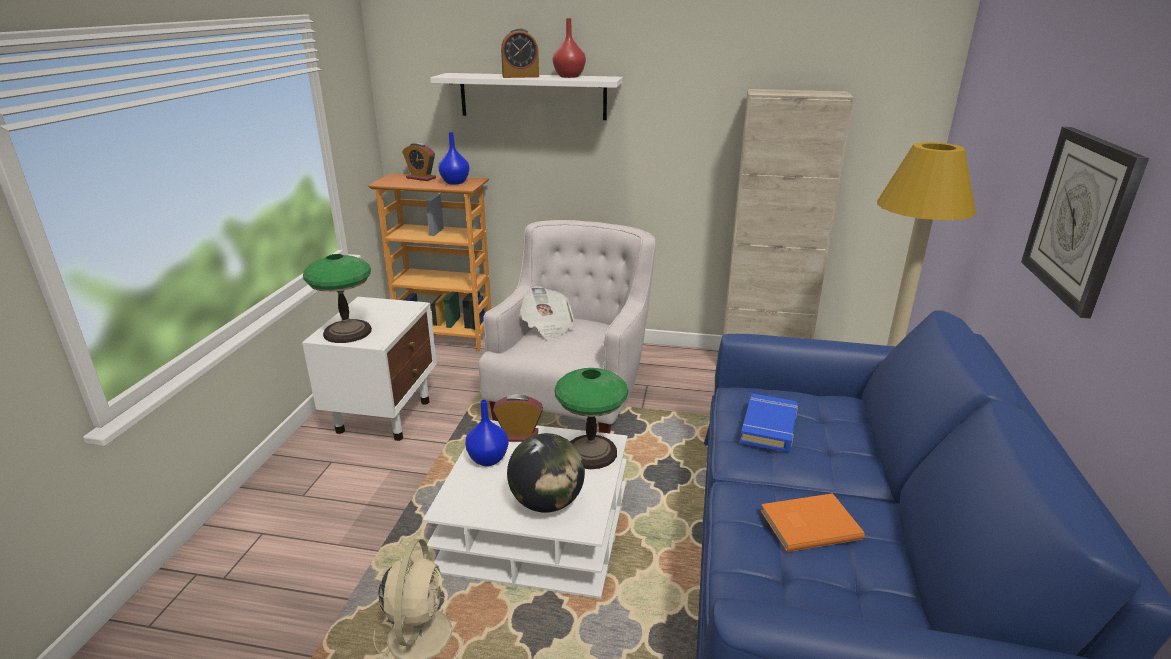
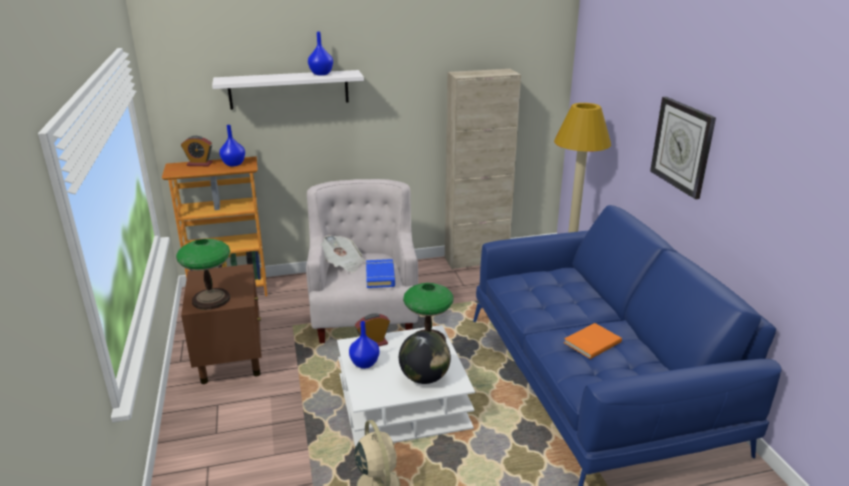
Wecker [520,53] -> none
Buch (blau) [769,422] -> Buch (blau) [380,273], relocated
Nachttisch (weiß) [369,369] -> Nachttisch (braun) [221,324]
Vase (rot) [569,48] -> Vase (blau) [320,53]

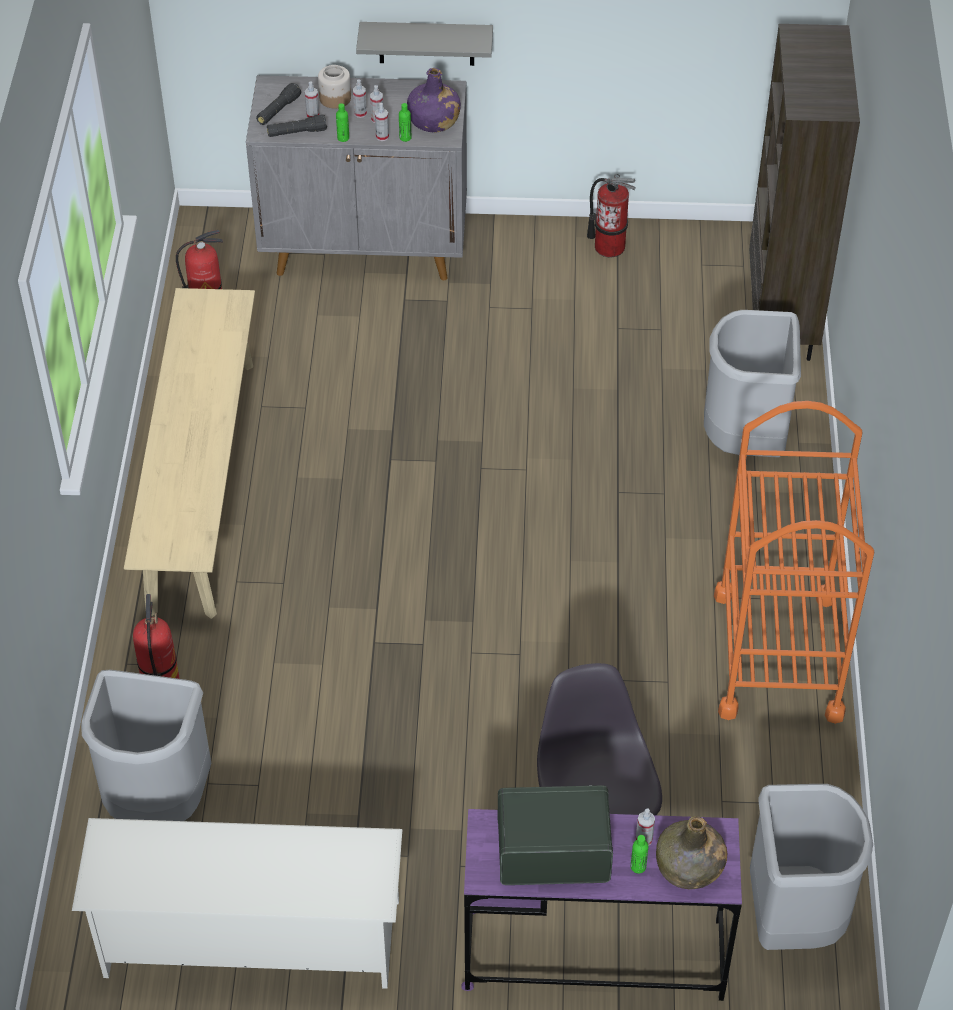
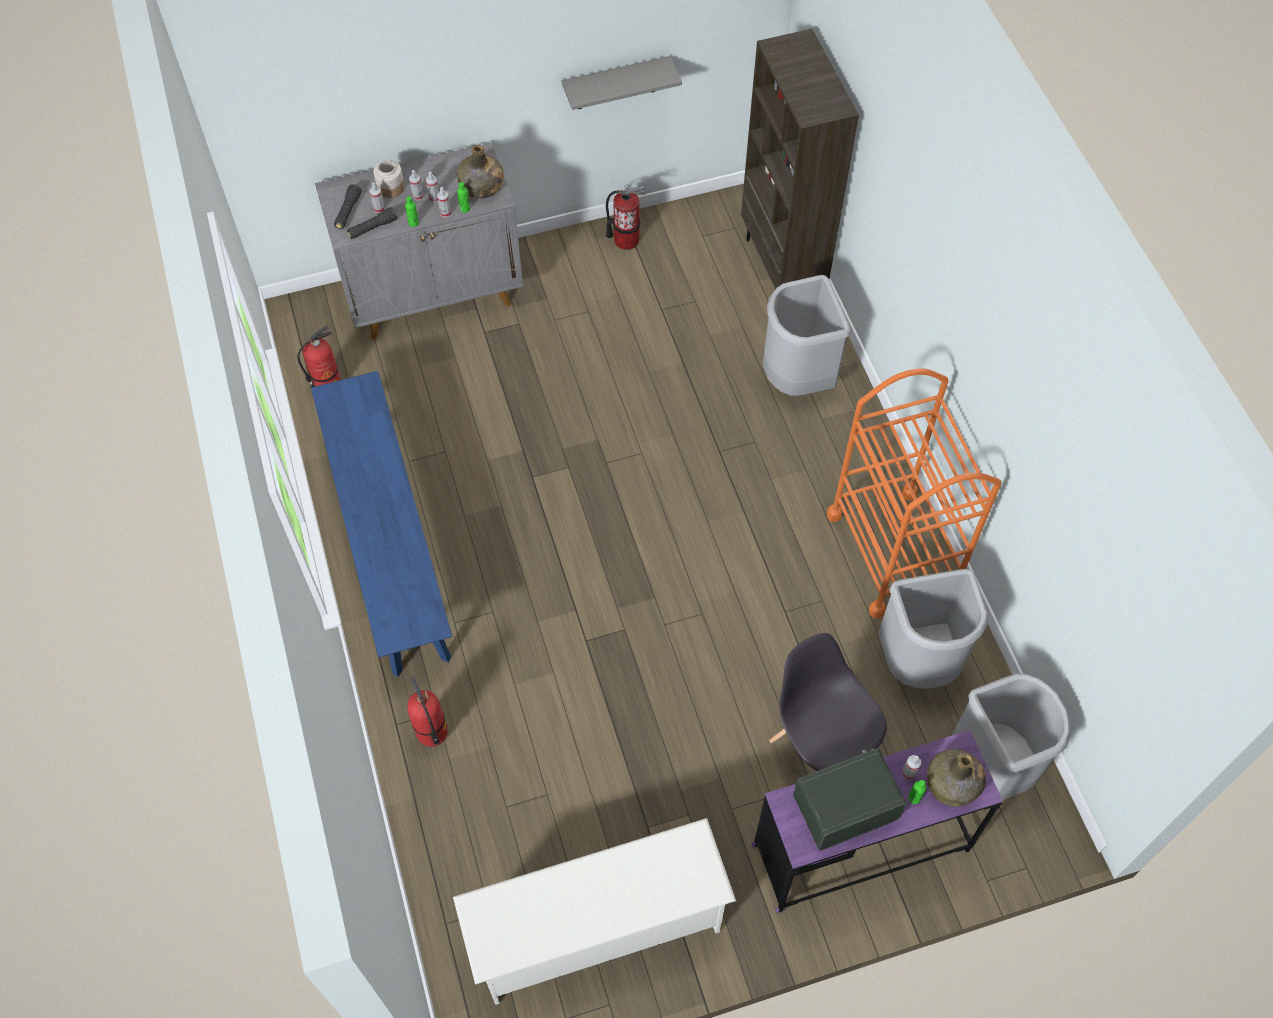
Mülleimer (grau) [146,745] -> Mülleimer (grau) [933,629], relocated
Wandregal (grau) [424,44] -> Wandregal (grau) [622,83], relocated
Bank (beige) [189,453] -> Bank (blau) [381,524]
Flasche (lila) [434,100] -> Flasche (grün) [480,172]

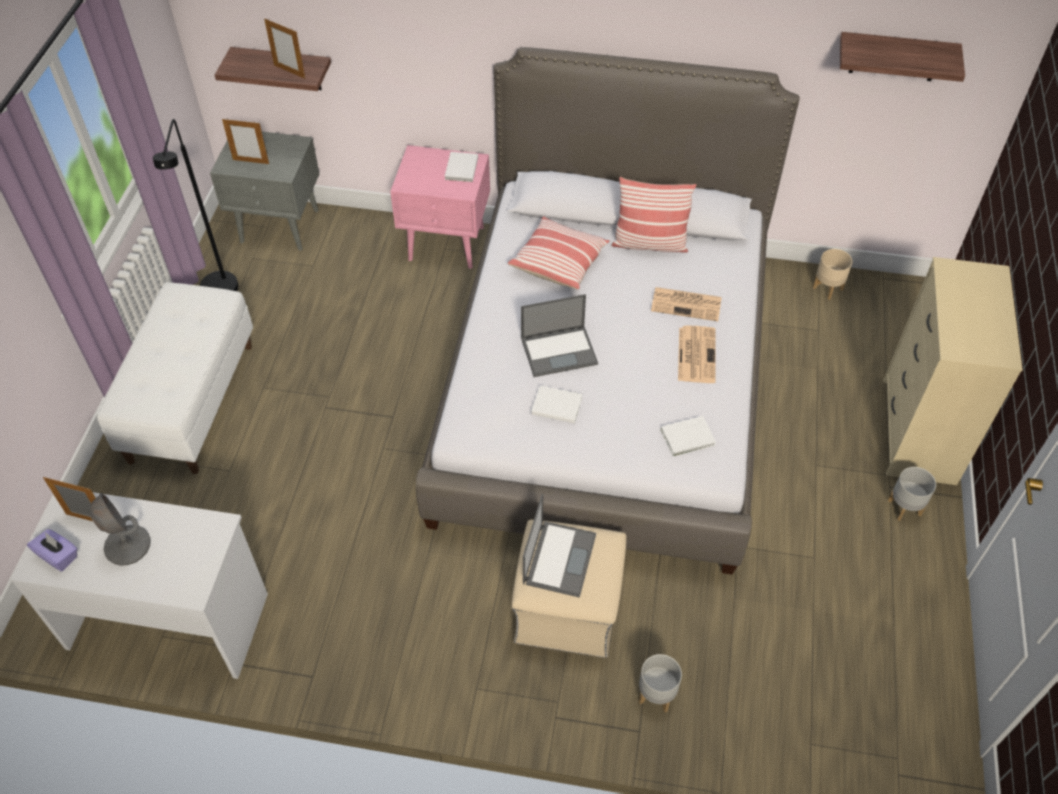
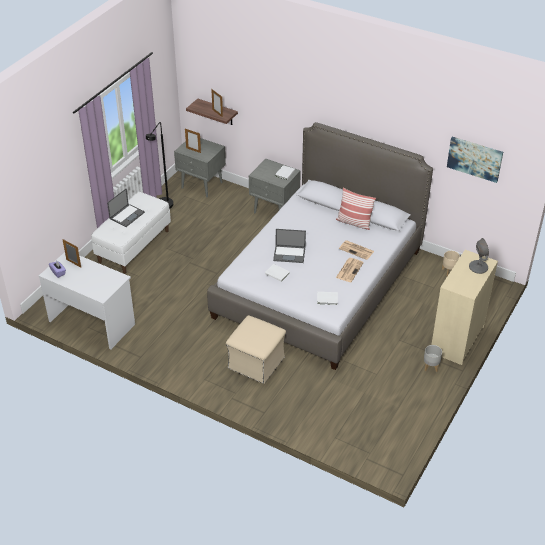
Kissen [559,252] -> none
Pflanzkübel (grau) [660,683] -> none
Tischlampe (grau) [120,529] -> Tischlampe (grau) [479,256], relocated
Laptop [559,546] -> Laptop [126,207], relocated
Wandregal [902,57] -> Bild [475,160]
Nachttisch (rosa) [440,207] -> Nachttisch (grau) [275,186]

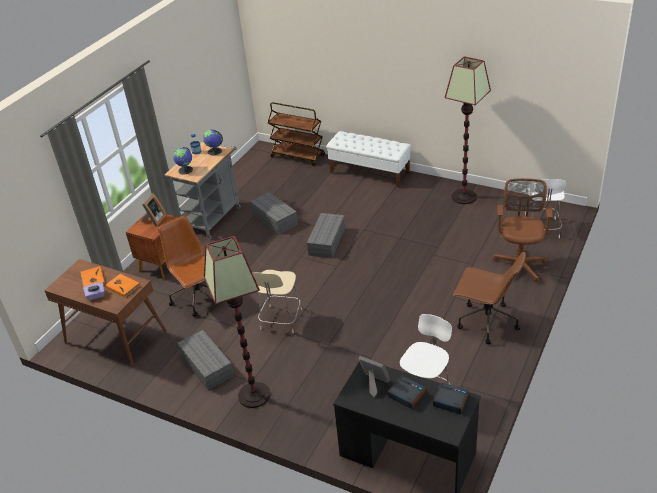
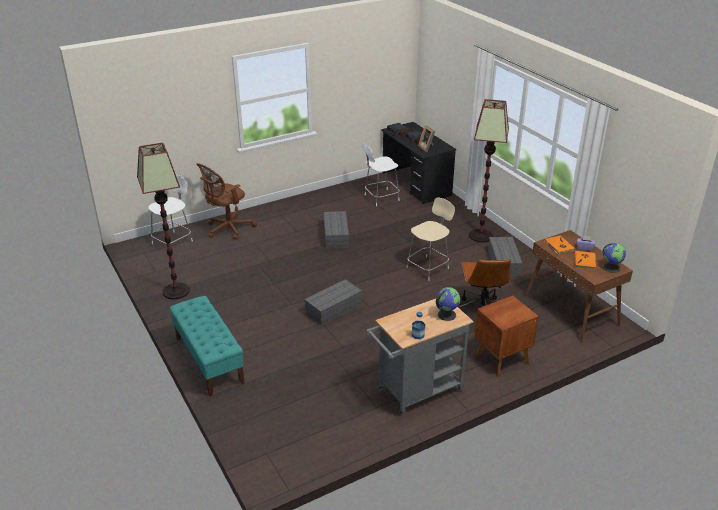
Bilderrahmen [153,209] -> none
Rollwagen (braun) [296,134] -> none
Bürostuhl (braun) [489,297] -> none
Globus [213,142] -> Globus [614,258], relocated
Aufbewahrungsbox (grau) [274,213] -> Aufbewahrungsbox (grau) [336,230], relocated
Bank (weiß) [368,159] -> Bank (türkis) [207,346]

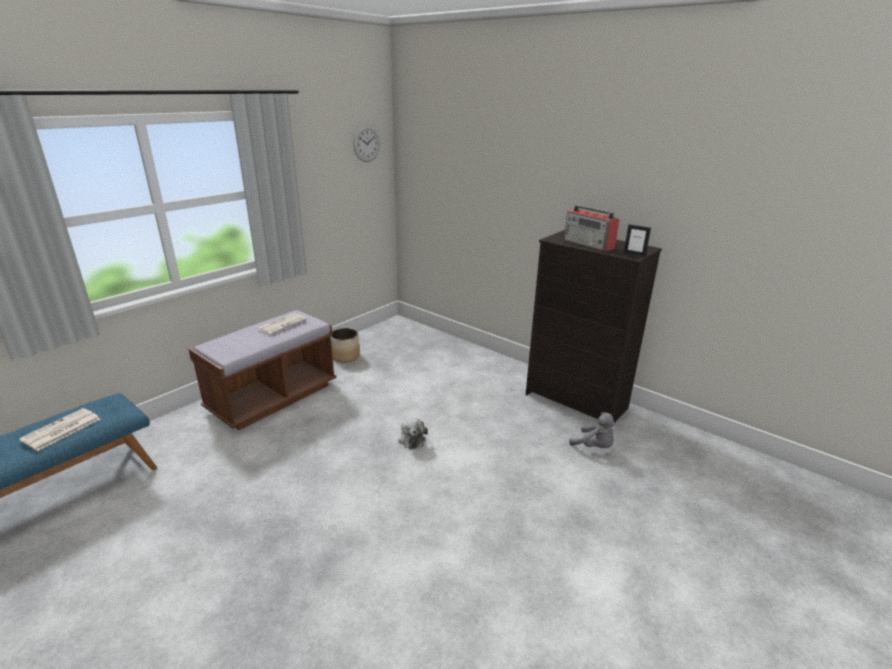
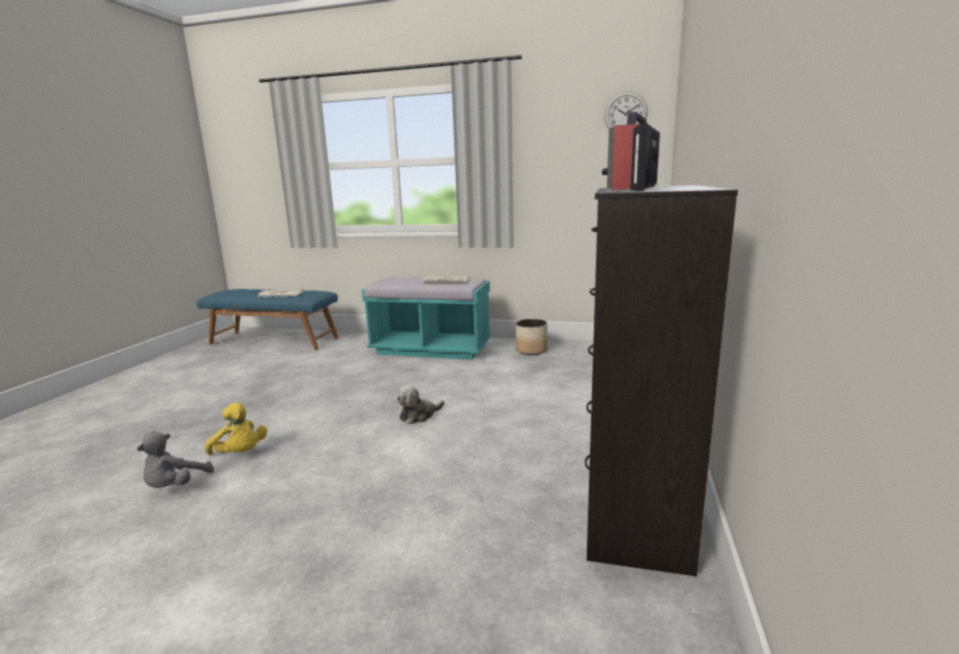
none -> Plüschtier (gelb) [236,428]
Plüschtier (grau) [592,430] -> Plüschtier (grau) [175,459], relocated
Bank (braun) [262,370] -> Bank (türkis) [426,319]

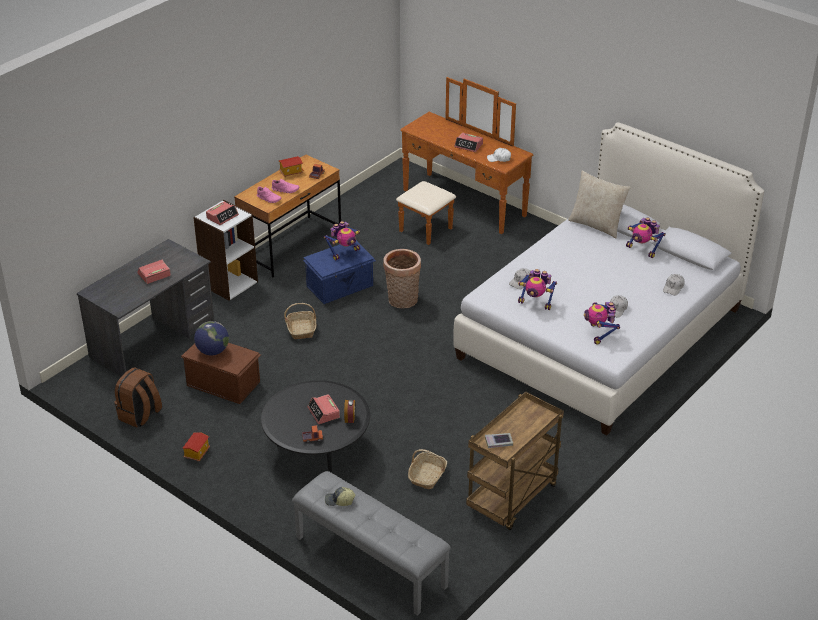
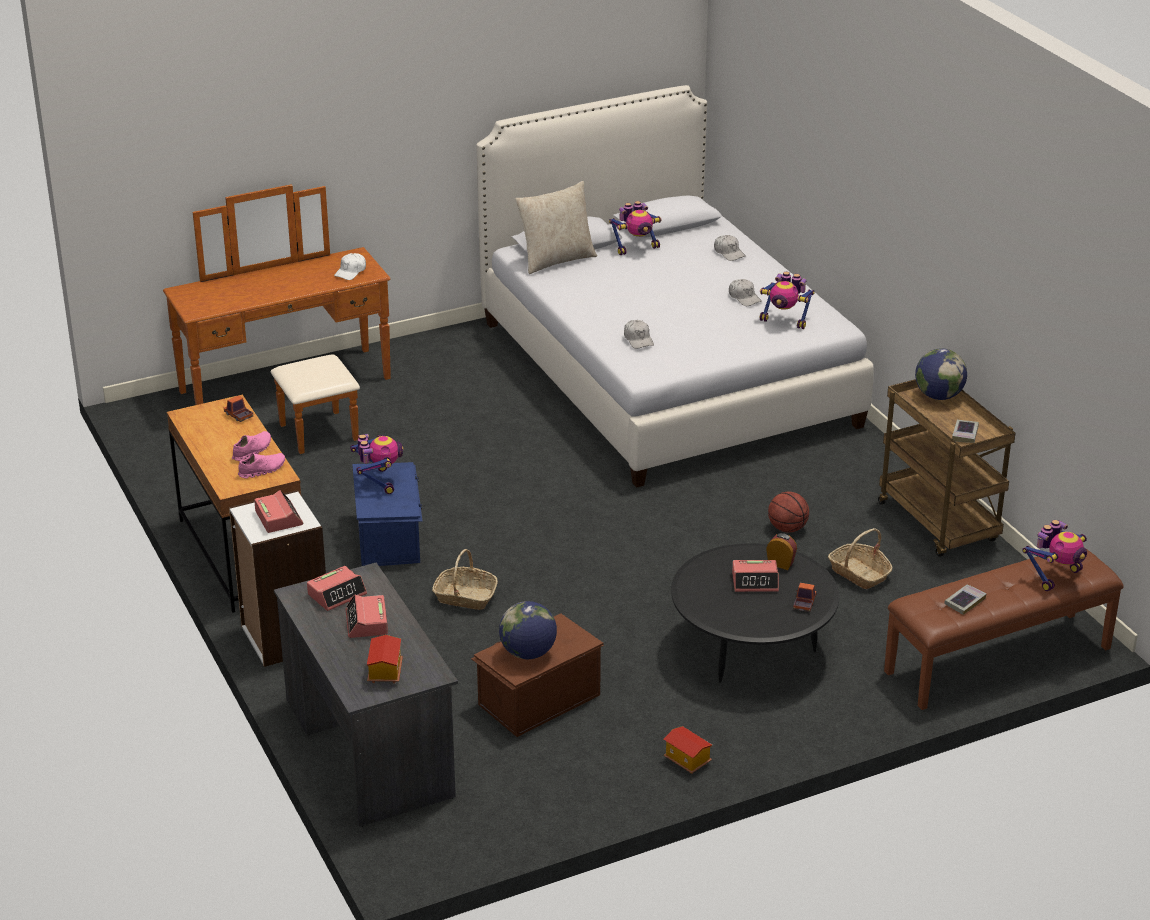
Rucksack (braun) [138,398] -> none
Korb [402,278] -> none
none -> Basketball [788,512]
none -> Globus [941,374]
Spielzeughaus [291,166] -> Spielzeughaus [385,659], relocated
Wecker [468,142] -> Wecker [337,588], relocated
Spielzeugroboter [537,289] -> Spielzeugroboter [1054,555], relocated
Kappe [340,496] -> Buch [965,599]
Bank (grau) [371,543] -> Bank (braun) [1004,630]

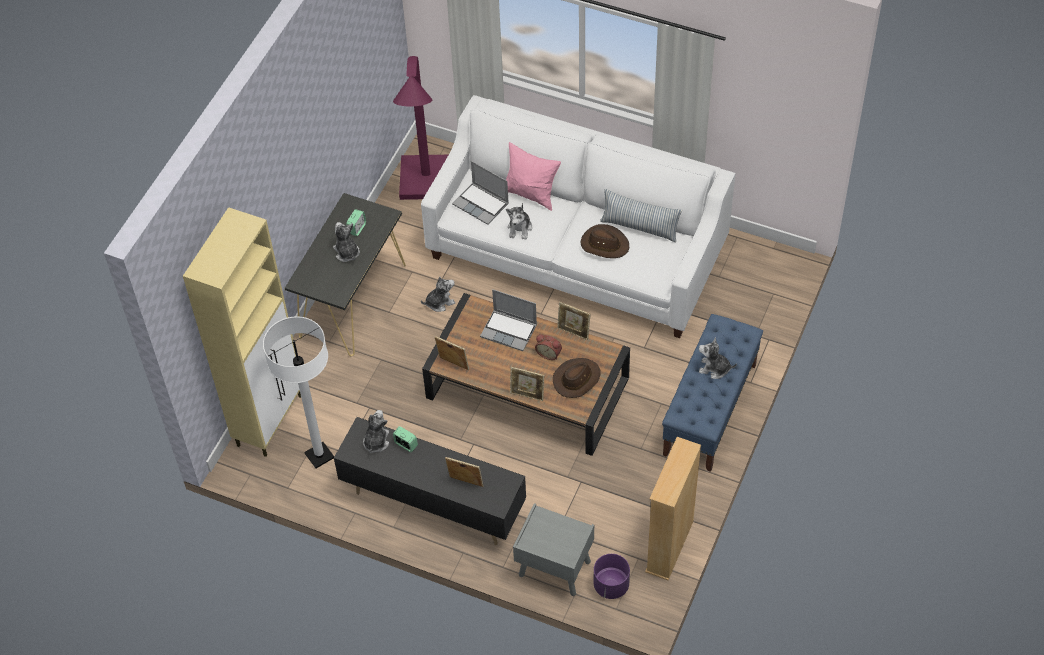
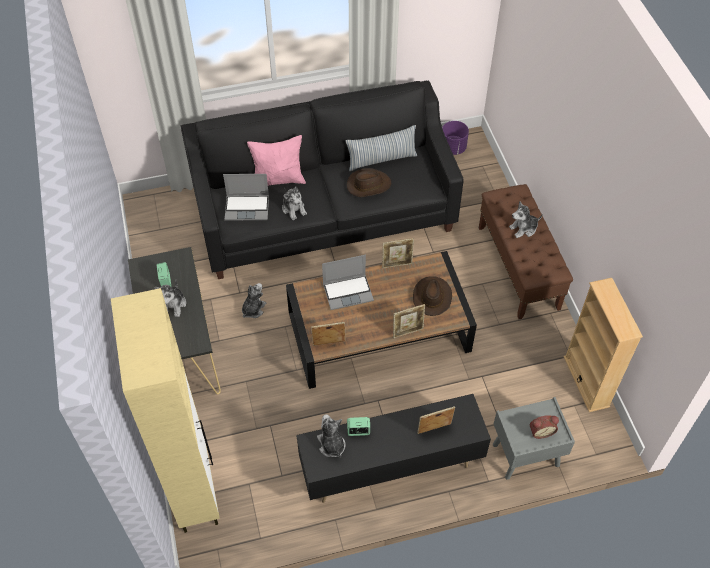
Stehlampe (weiß) [298,392] -> none
Stehlampe (lila) [420,128] -> none
Wecker [548,347] -> Wecker [544,427], relocated
Pflanzkübel (lila) [612,576] -> Pflanzkübel (lila) [455,138], relocated
Sofa (weiß) [578,216] -> Sofa (schwarz) [322,179]
Bank (blau) [712,393] -> Bank (braun) [526,251]
Plüschtier [346,242] -> Plüschtier [170,299], 105 degrees counterclockwise

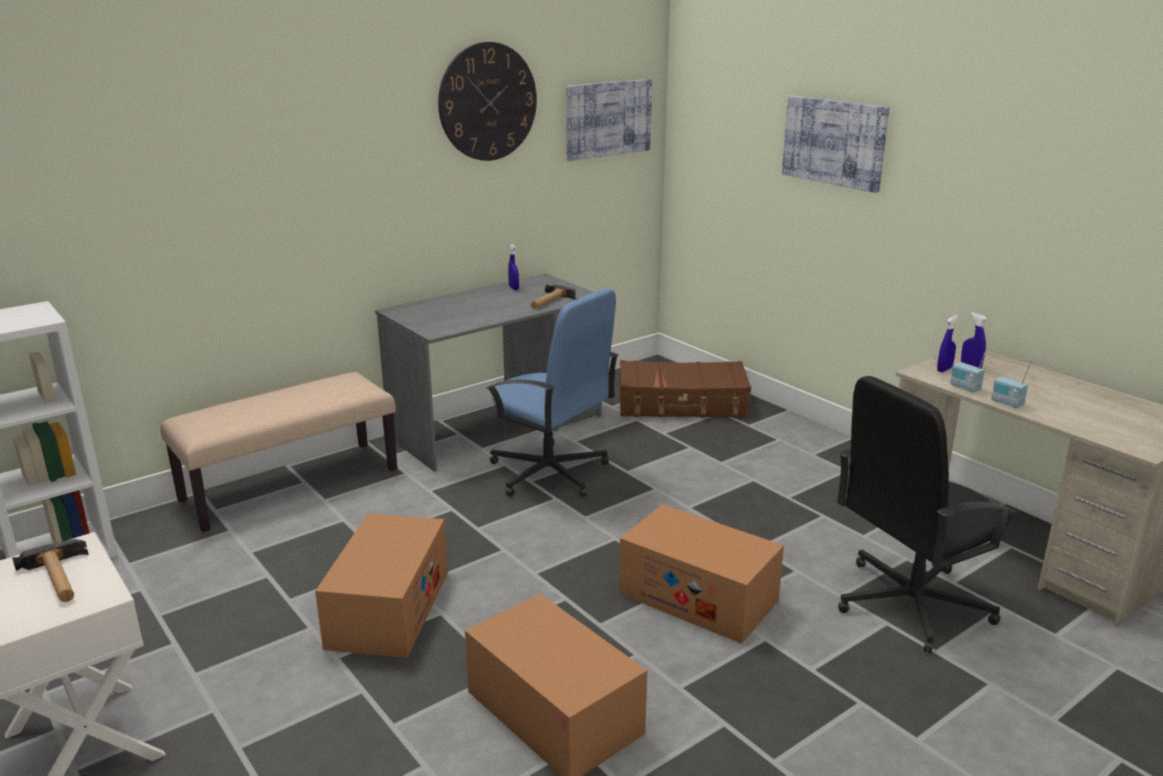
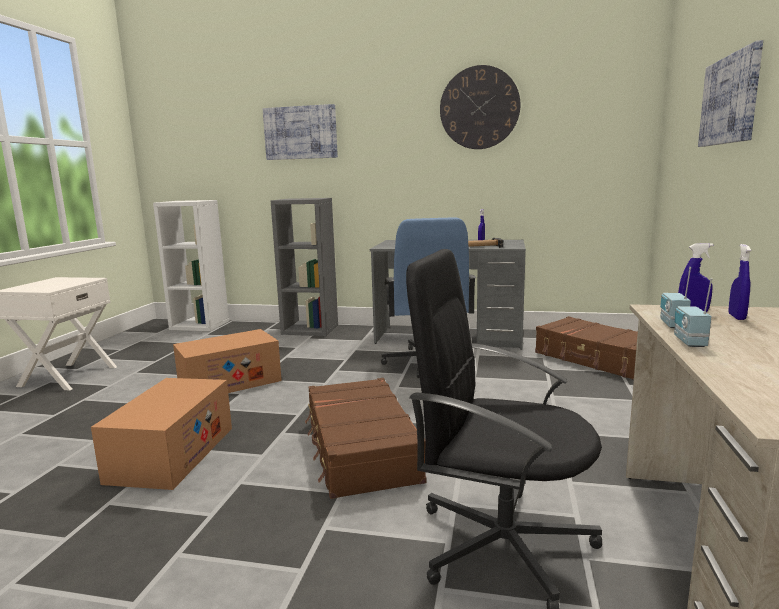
Hammer [50,570] -> none
Bild [609,120] -> Bild [300,132], relocated
Bank (beige) [278,452] -> Bücherregal (grau) [304,267]
Karton [701,574] -> Koffer (braun) [365,438]

